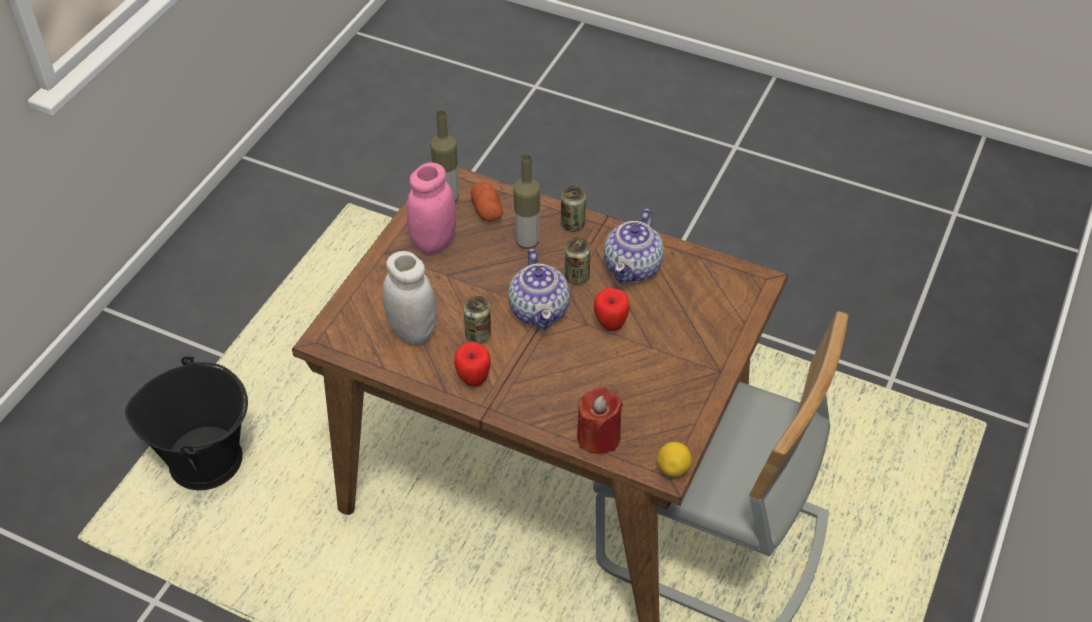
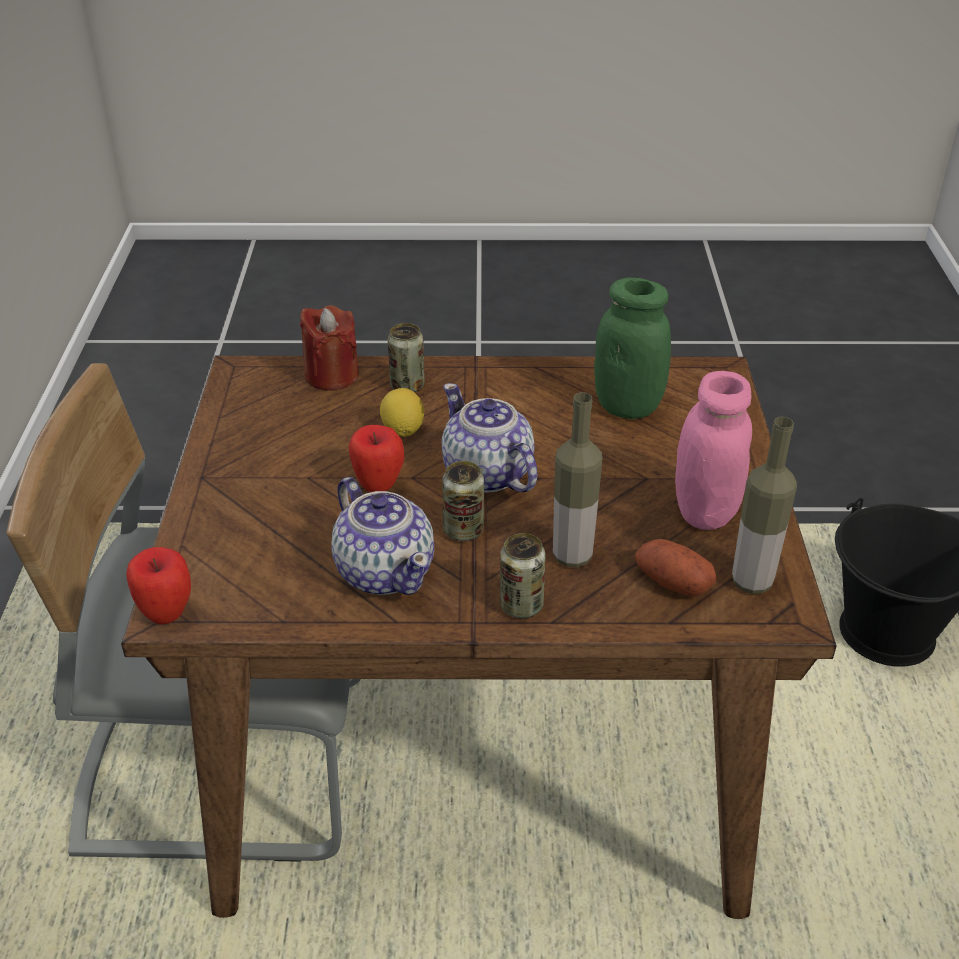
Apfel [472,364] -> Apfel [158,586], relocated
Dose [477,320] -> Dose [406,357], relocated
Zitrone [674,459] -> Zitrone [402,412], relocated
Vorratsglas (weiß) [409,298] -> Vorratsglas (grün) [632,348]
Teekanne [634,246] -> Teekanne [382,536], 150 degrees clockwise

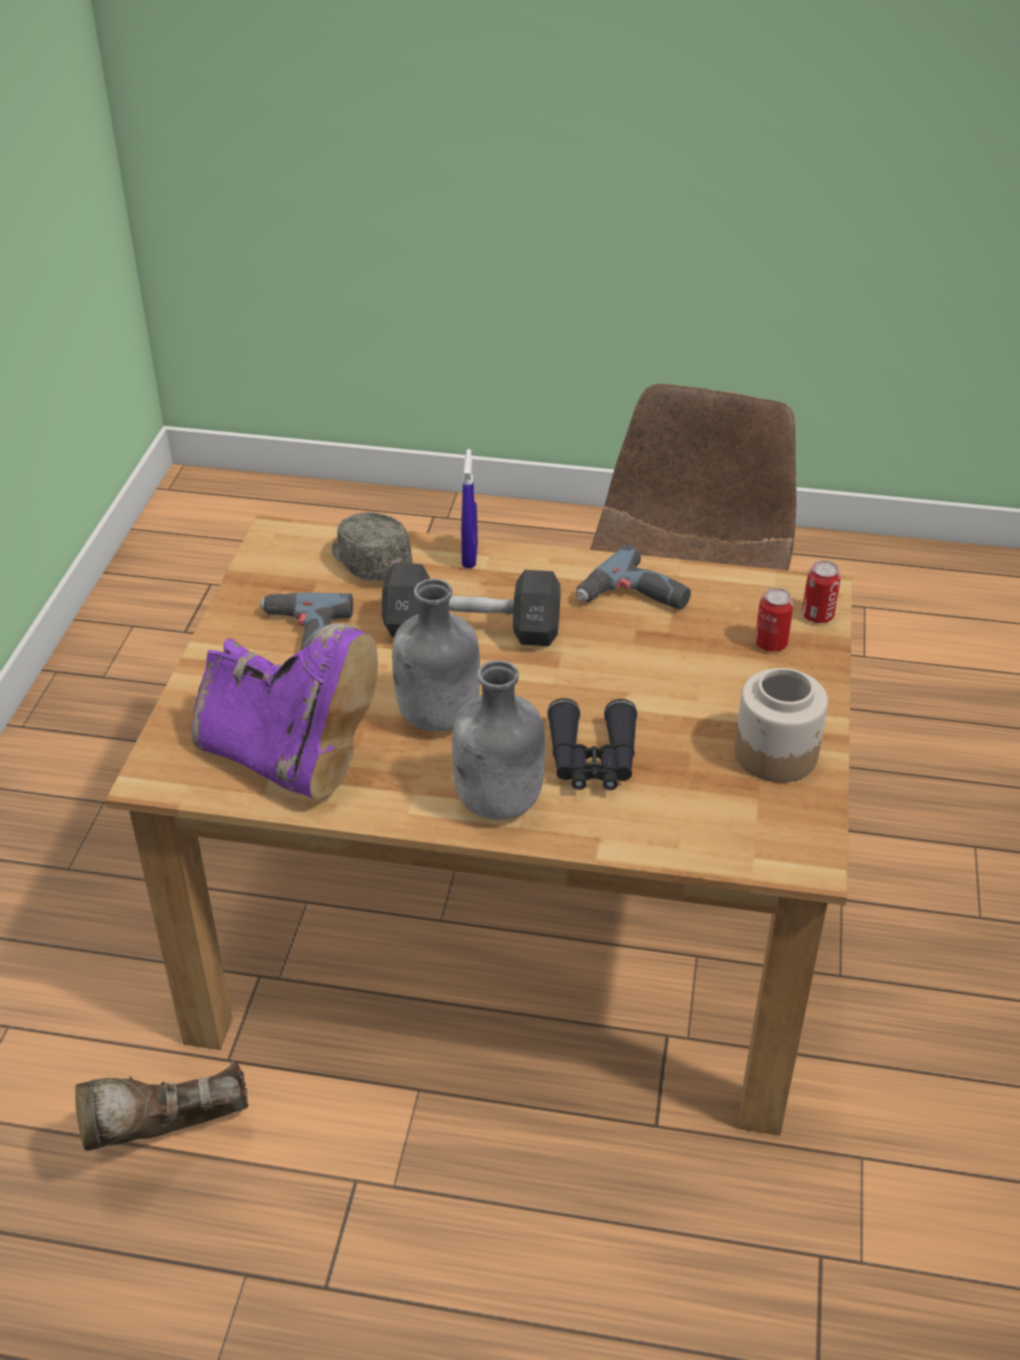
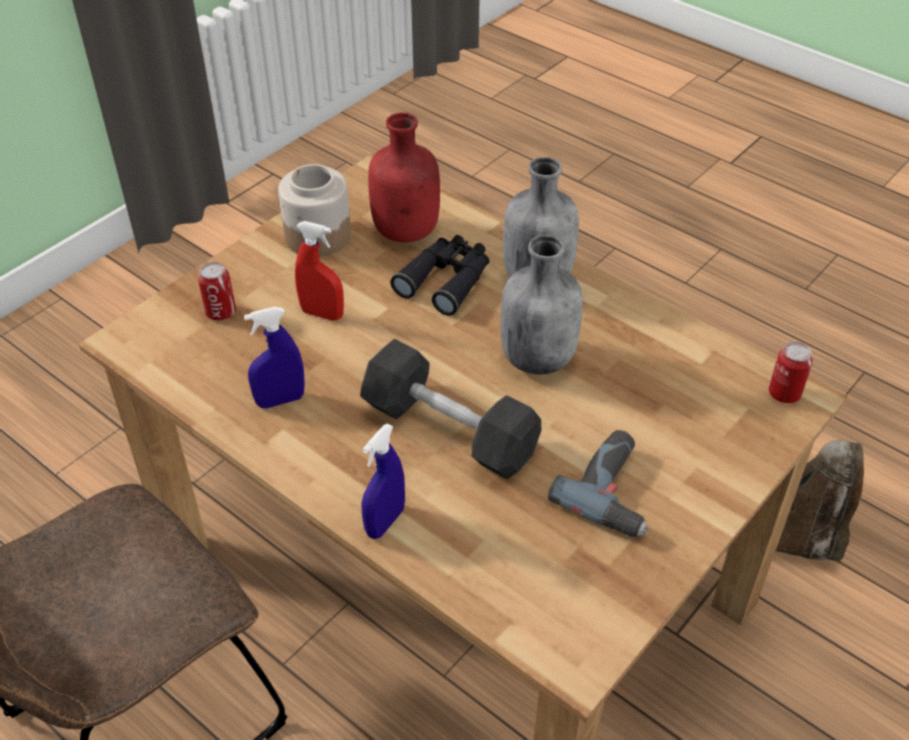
Stiefel (lila) [285,711] -> none
Kappe (grau) [372,546] -> none
none -> Sprühflasche (rot) [319,271]
none -> Flasche (rot) [404,177]
Dose [821,592] -> Dose [790,372], relocated
Bohrmaschine [633,577] -> Sprühflasche (blau) [274,357]

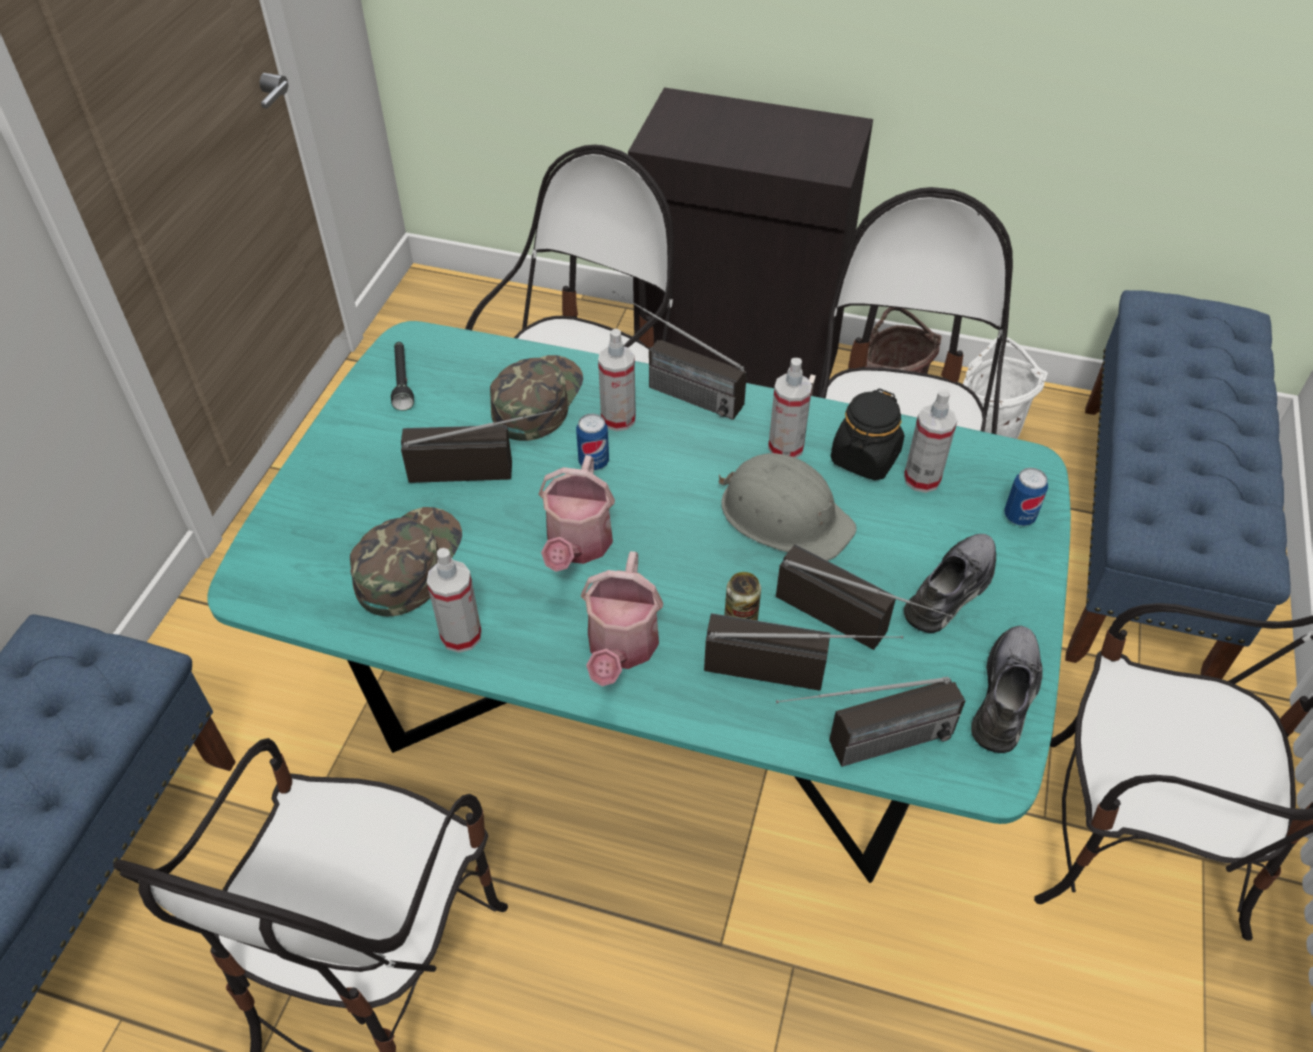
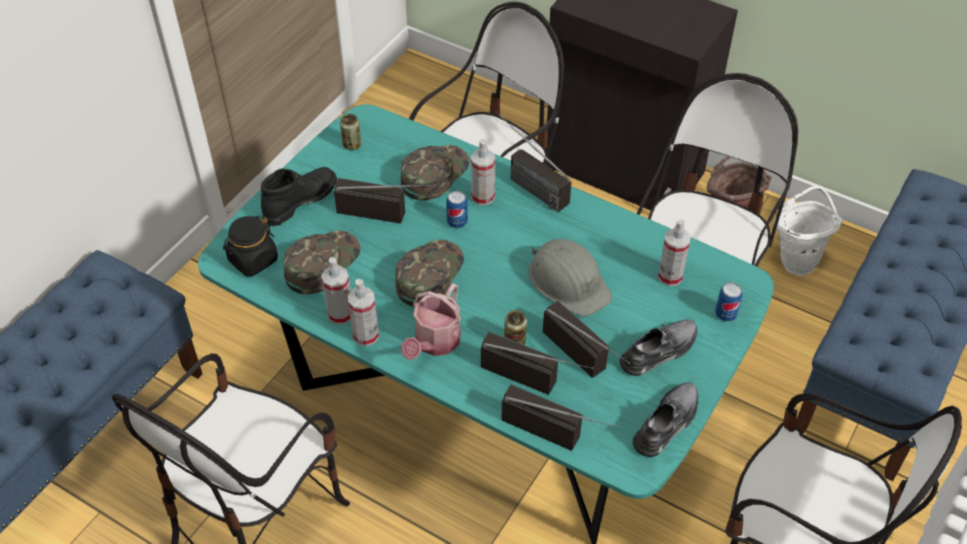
none -> Stiefel (schwarz) [299,196]
Sprühflasche [790,408] -> Sprühflasche [363,312], relocated
Vorratsglas (schwarz) [867,434] -> Vorratsglas (schwarz) [250,246], relocated
Taschenlampe (schwarz) [402,376] -> Dose [350,132]
Gießkanne [576,513] -> Kappe (grün) [429,273]
Radio [870,722] -> Radio [560,417], 150 degrees counterclockwise

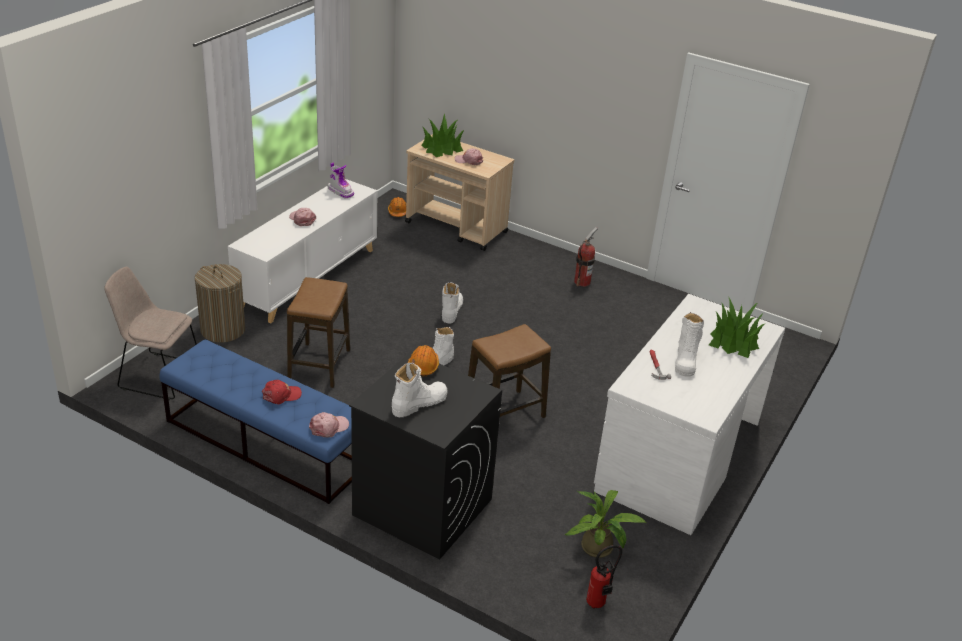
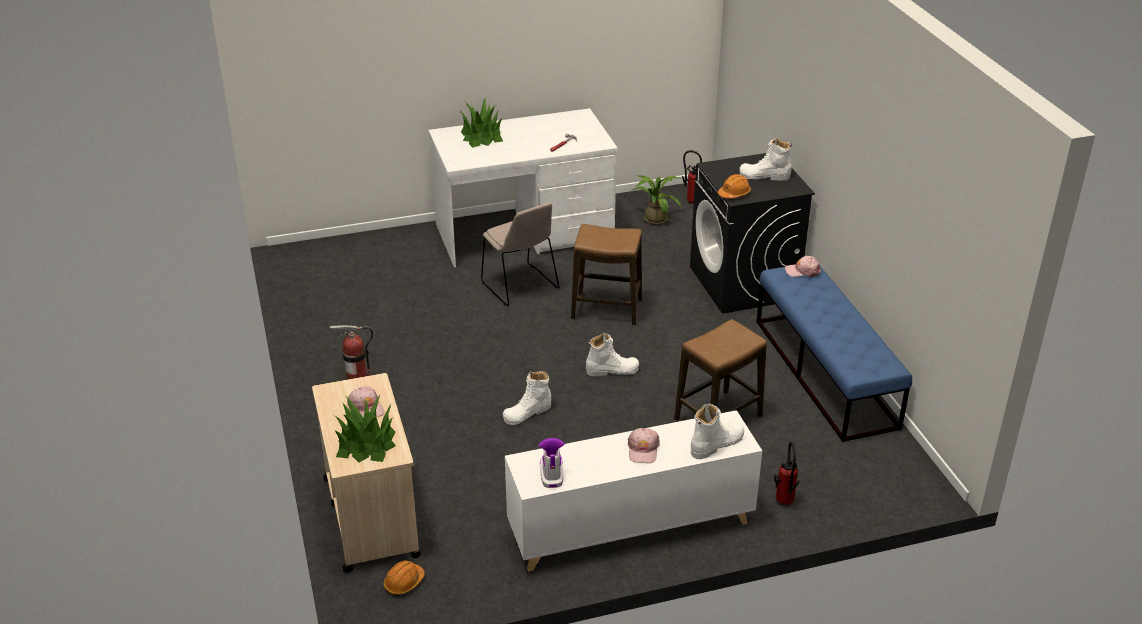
Kappe (rot) [282,392] -> none
Stuhl (beige) [150,333] -> Stuhl (beige) [520,254], relocated
Stiefel (weiß) [689,344] -> Stiefel (weiß) [717,431], relocated
Wäschekorb [220,303] -> Feuerlöscher [786,473]

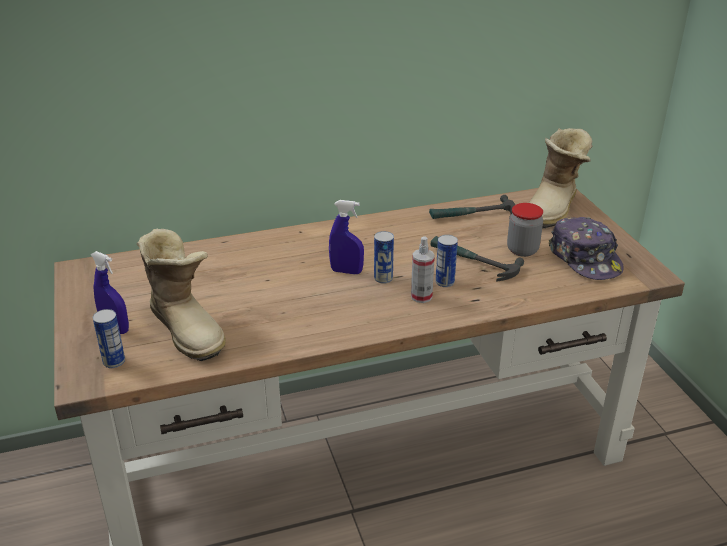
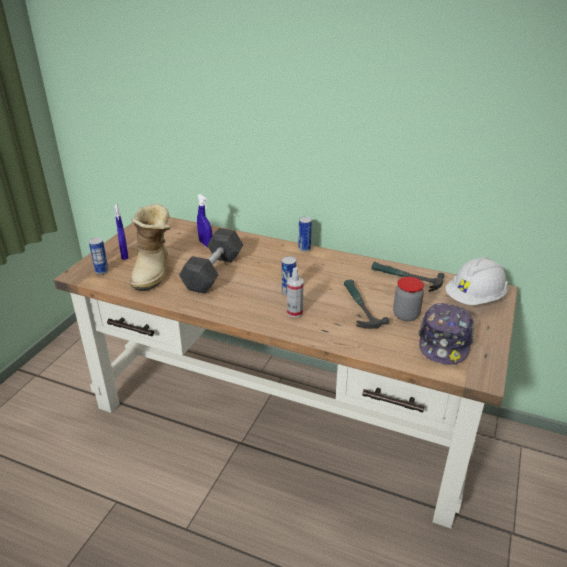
none -> Hantel (schwarz) [211,261]
Sprühflasche (blau) [346,237] -> Sprühflasche (blau) [204,220], relocated
Dose [447,261] -> Dose [305,234], relocated
Stiefel [560,178] -> Schutzhelm (weiß) [476,281]

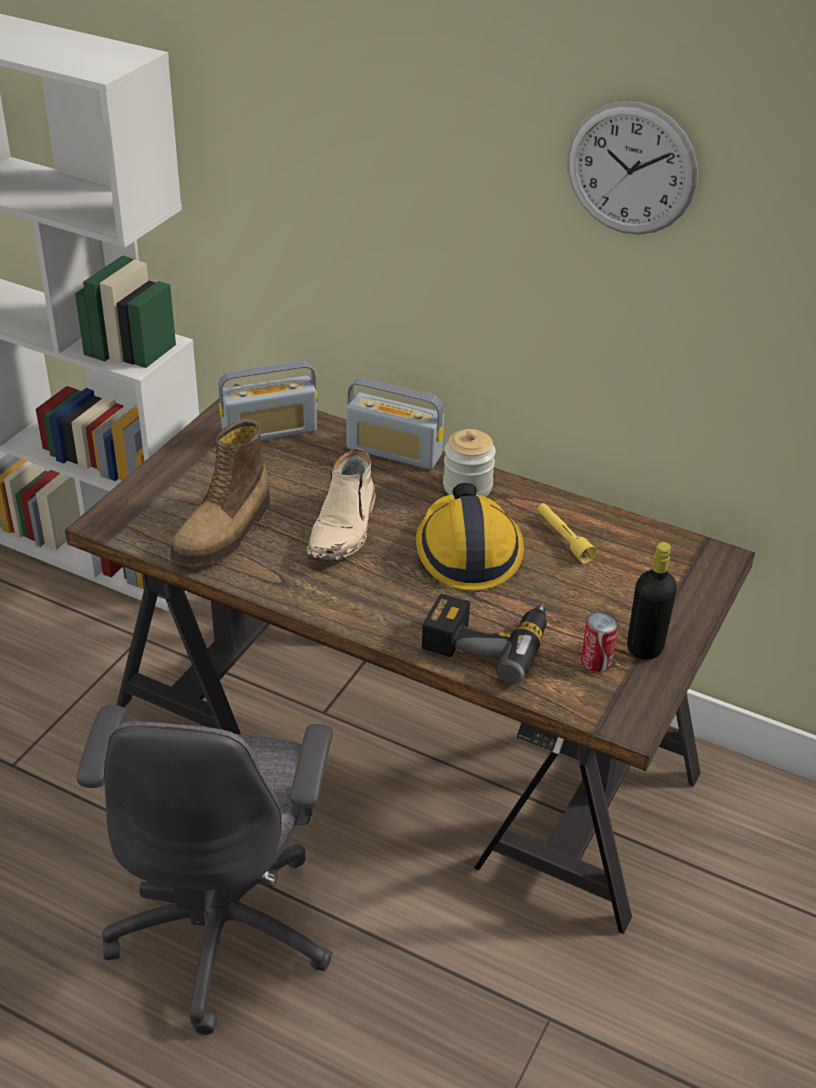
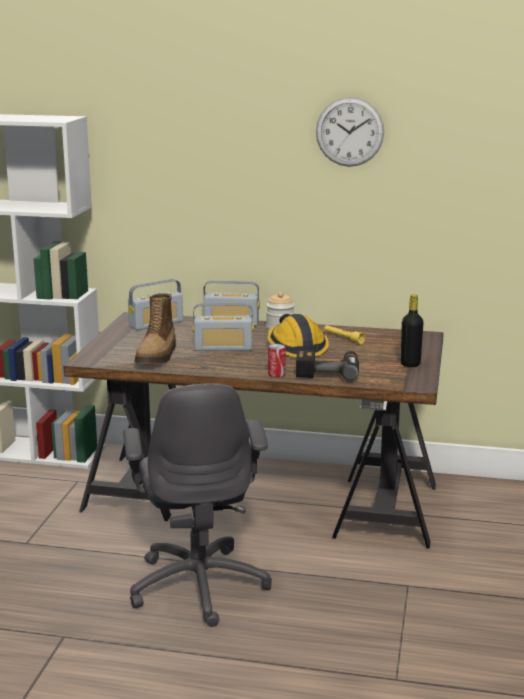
Dose [600,642] -> Dose [277,360], relocated
Stiefel (beige) [340,505] -> Radio [223,327]

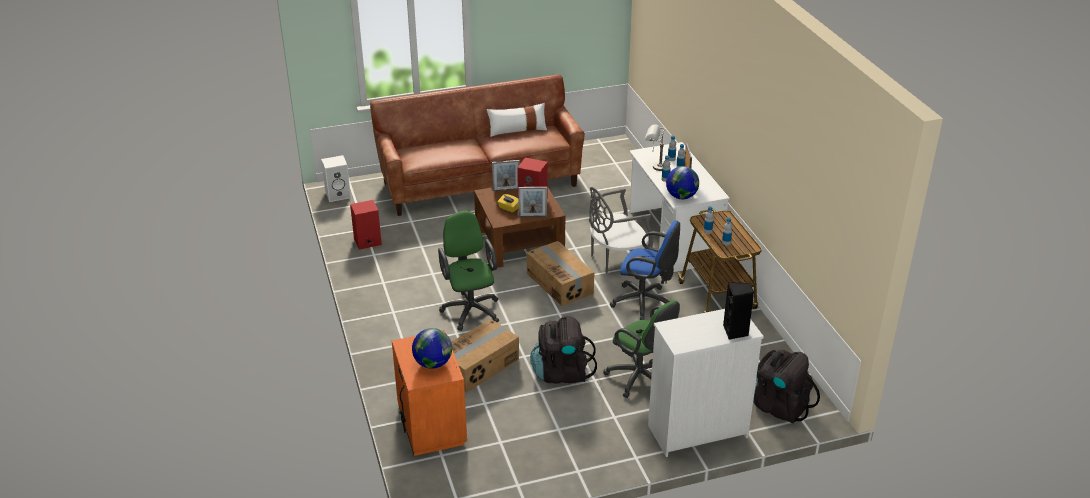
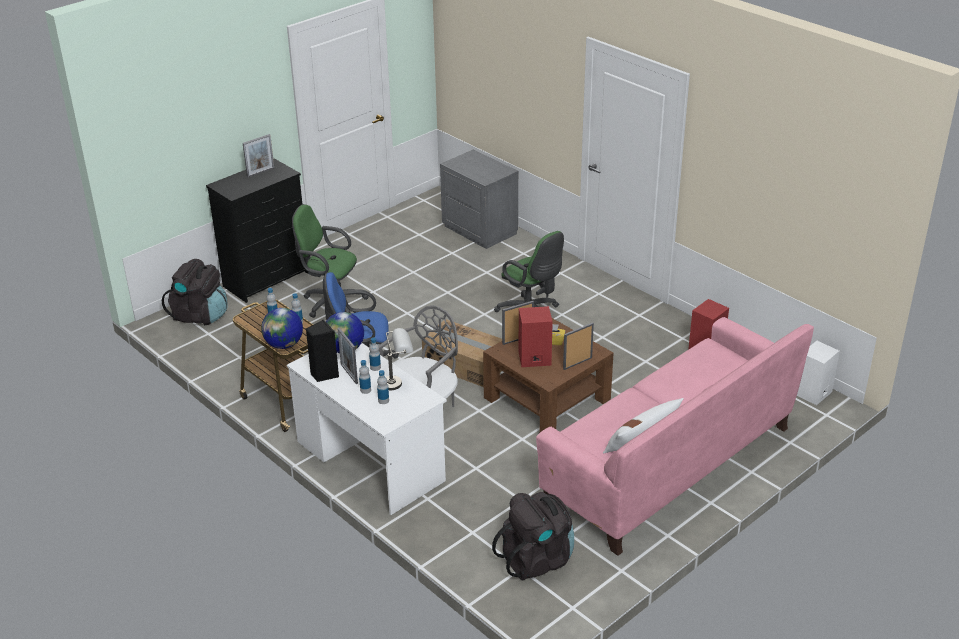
Karton [485,356] -> none
none -> Bilderrahmen [258,155]
Globus [432,348] -> Globus [282,328], relocated
Rucksack (schwarz) [563,350] -> Rucksack (schwarz) [533,536], relocated
Lautsprecher (schwarz) [738,311] -> Lautsprecher (schwarz) [322,351], relocated
Sofa (braun) [477,145] -> Sofa (rosa) [675,436]
Nachttisch (orange) [429,393] -> Nachttisch (grau) [479,199]
Kommode (weiß) [706,383] -> Kommode (schwarz) [257,230]

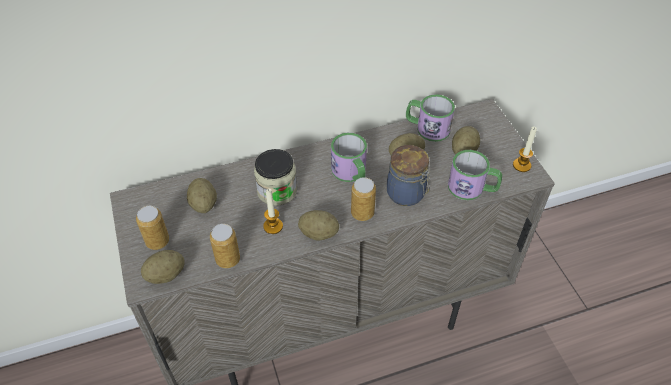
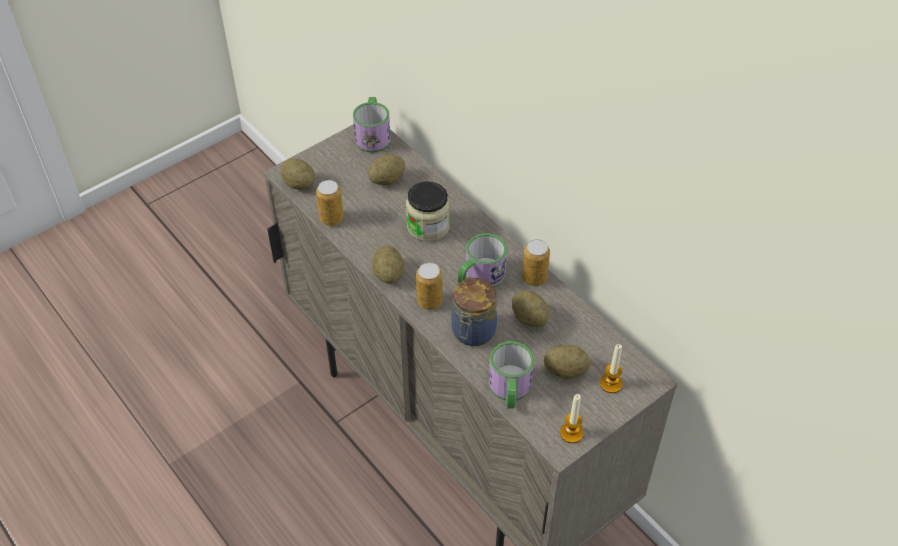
Dose [152,228] -> Dose [536,262], relocated
Kerze [273,211] -> Kerze [611,368], relocated
Henkelbecher [430,118] -> Henkelbecher [372,125], relocated

